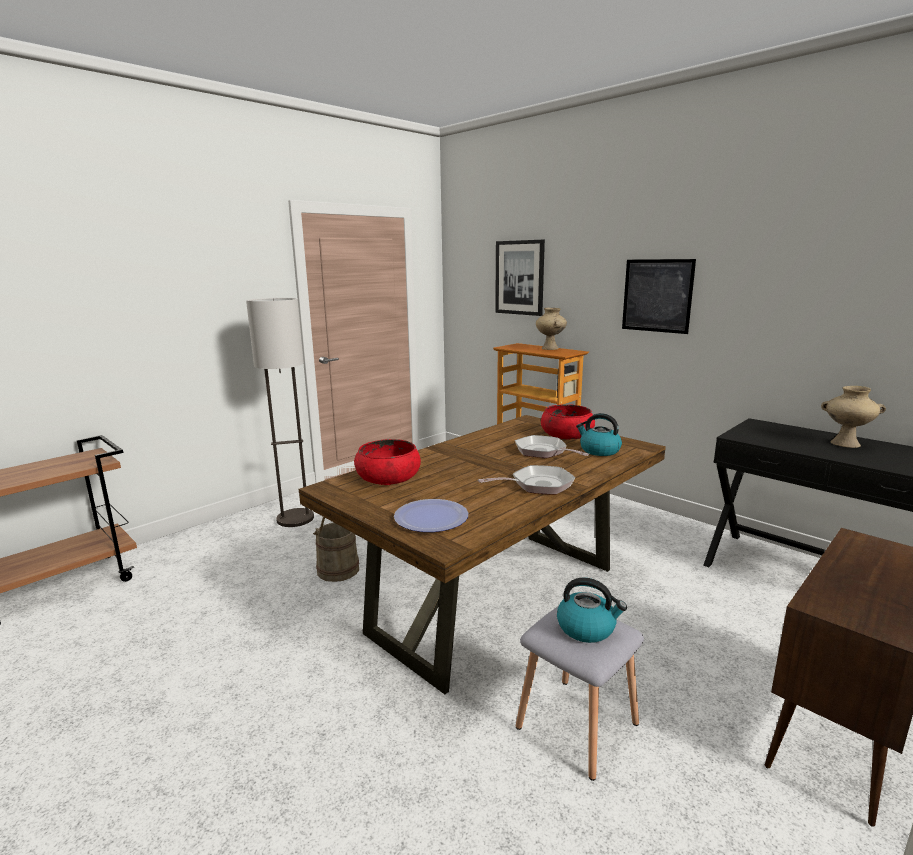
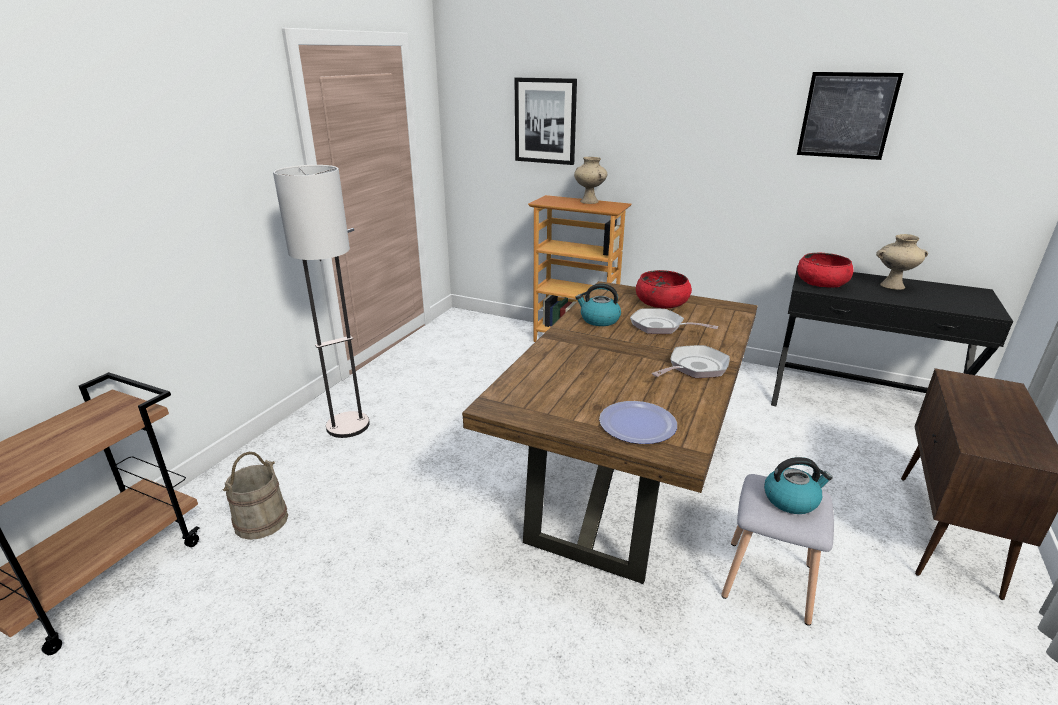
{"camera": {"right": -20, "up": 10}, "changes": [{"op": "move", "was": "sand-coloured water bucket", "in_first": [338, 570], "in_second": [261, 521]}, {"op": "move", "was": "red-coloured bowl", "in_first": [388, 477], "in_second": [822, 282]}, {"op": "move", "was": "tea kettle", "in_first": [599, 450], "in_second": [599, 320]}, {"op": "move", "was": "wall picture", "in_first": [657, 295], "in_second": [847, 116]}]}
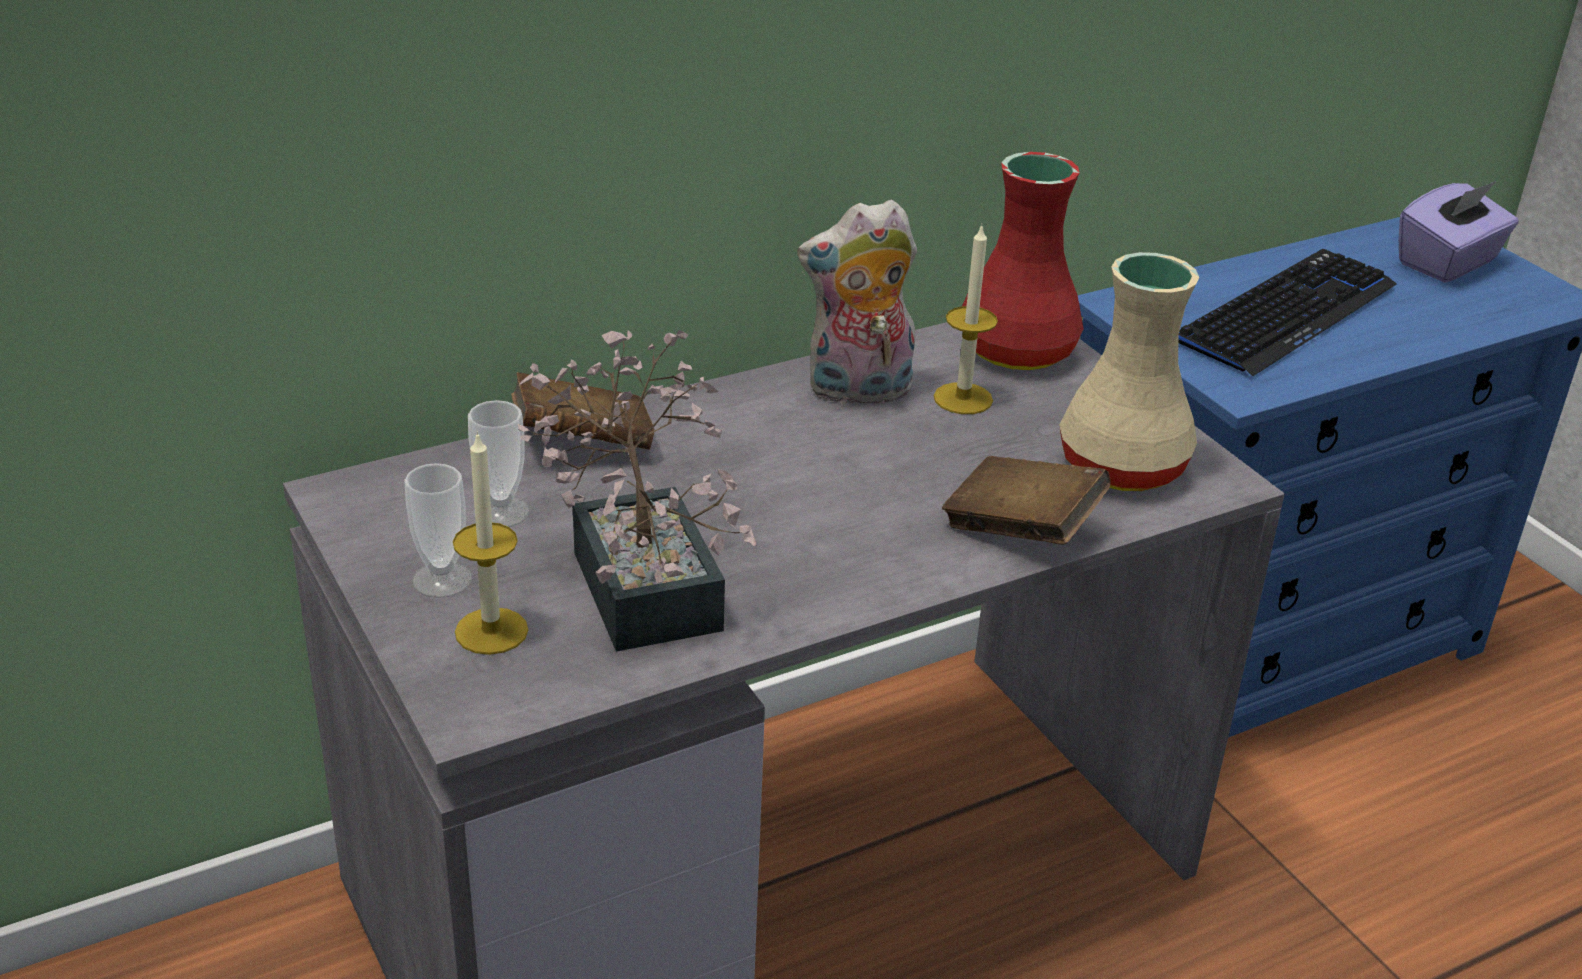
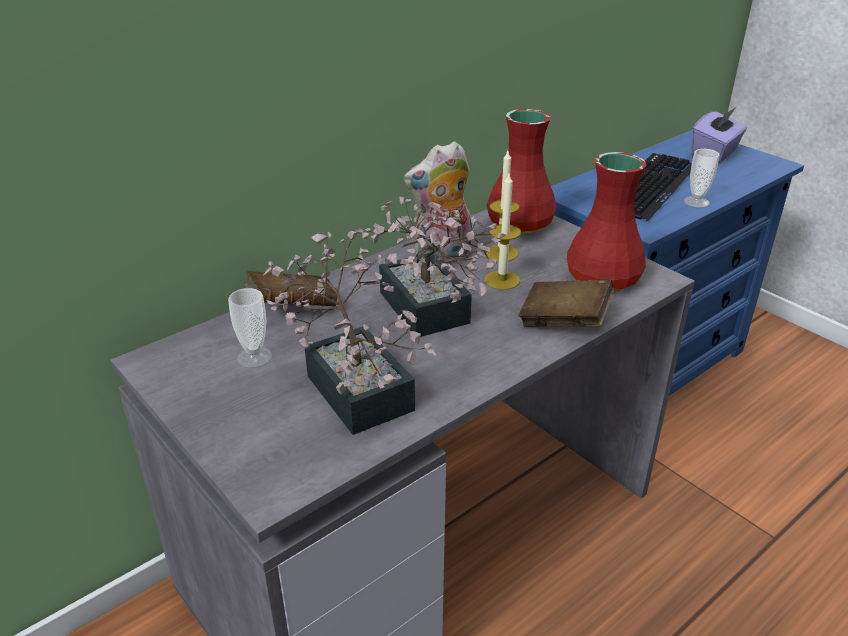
{"camera": {"right": -10, "up": 0}, "changes": [{"op": "move", "was": "small cup", "in_first": [442, 579], "in_second": [696, 202]}, {"op": "move", "was": "wax candle", "in_first": [491, 631], "in_second": [502, 280]}, {"op": "recolor", "was": "sand-coloured decorative vase", "now": "red-coloured decorative vase", "in_first": [1122, 465], "in_second": [602, 277]}, {"op": "insert", "now": "houseplant", "in_second": [428, 314]}]}
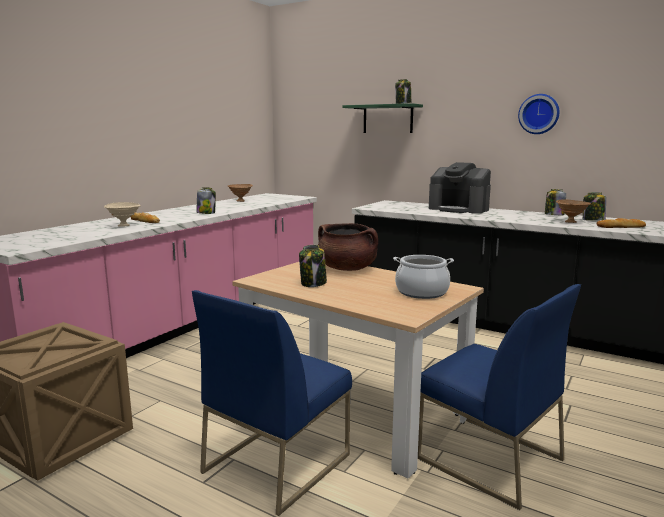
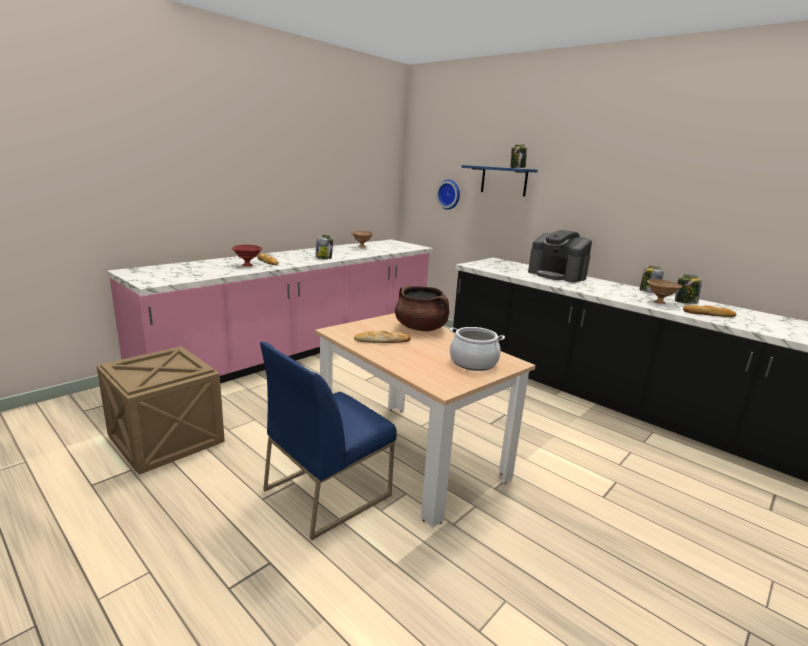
{"camera": {"right": 10, "up": 5}, "changes": [{"op": "recolor", "was": "sand-coloured bowl", "now": "red-coloured bowl", "in_first": [124, 225], "in_second": [248, 265]}, {"op": "replace", "was": "jar", "now": "bread", "in_first": [313, 283], "in_second": [382, 341]}, {"op": "recolor", "was": "green bracket shelf", "now": "blue-coloured bracket shelf", "in_first": [387, 119], "in_second": [504, 181]}, {"op": "delete", "was": "blue-coloured upright chair", "in_first": [488, 459]}, {"op": "move", "was": "clock on the wall", "in_first": [539, 114], "in_second": [449, 194]}]}
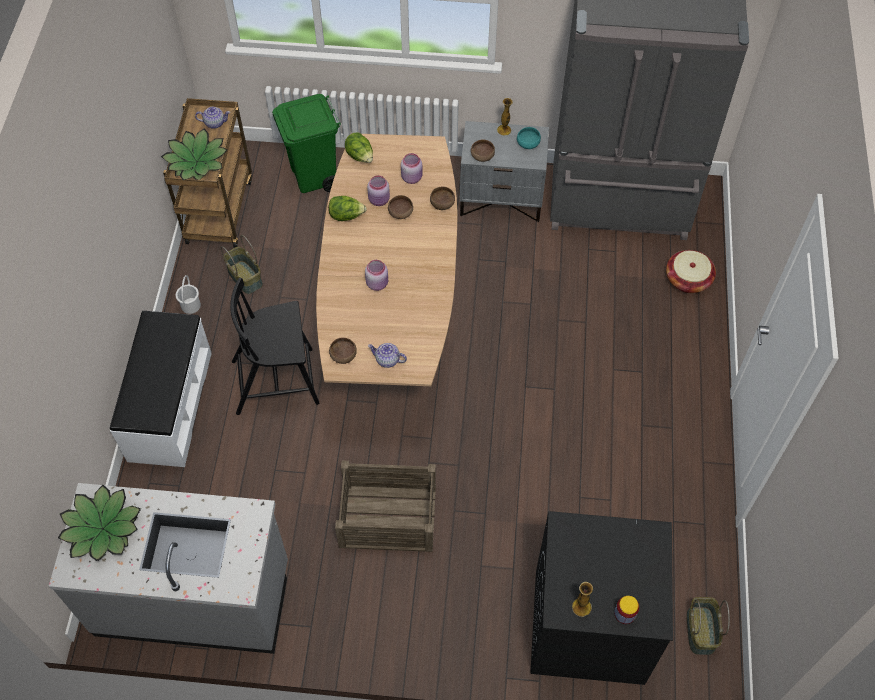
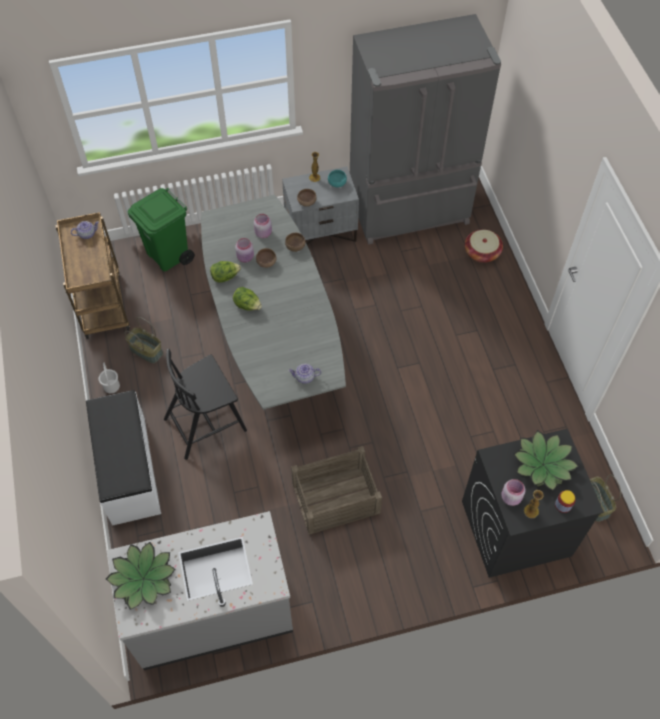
{"camera": {"right": -20, "up": 0}, "changes": [{"op": "move", "was": "houseplant", "in_first": [197, 162], "in_second": [543, 464]}, {"op": "recolor", "was": "brown-coloured dinner table", "now": "grey dinner table", "in_first": [392, 312], "in_second": [274, 342]}, {"op": "delete", "was": "brown-coloured bowl", "in_first": [343, 356]}, {"op": "move", "was": "lettuce head", "in_first": [360, 156], "in_second": [247, 305]}, {"op": "move", "was": "pink-coloured jar", "in_first": [377, 283], "in_second": [511, 497]}]}
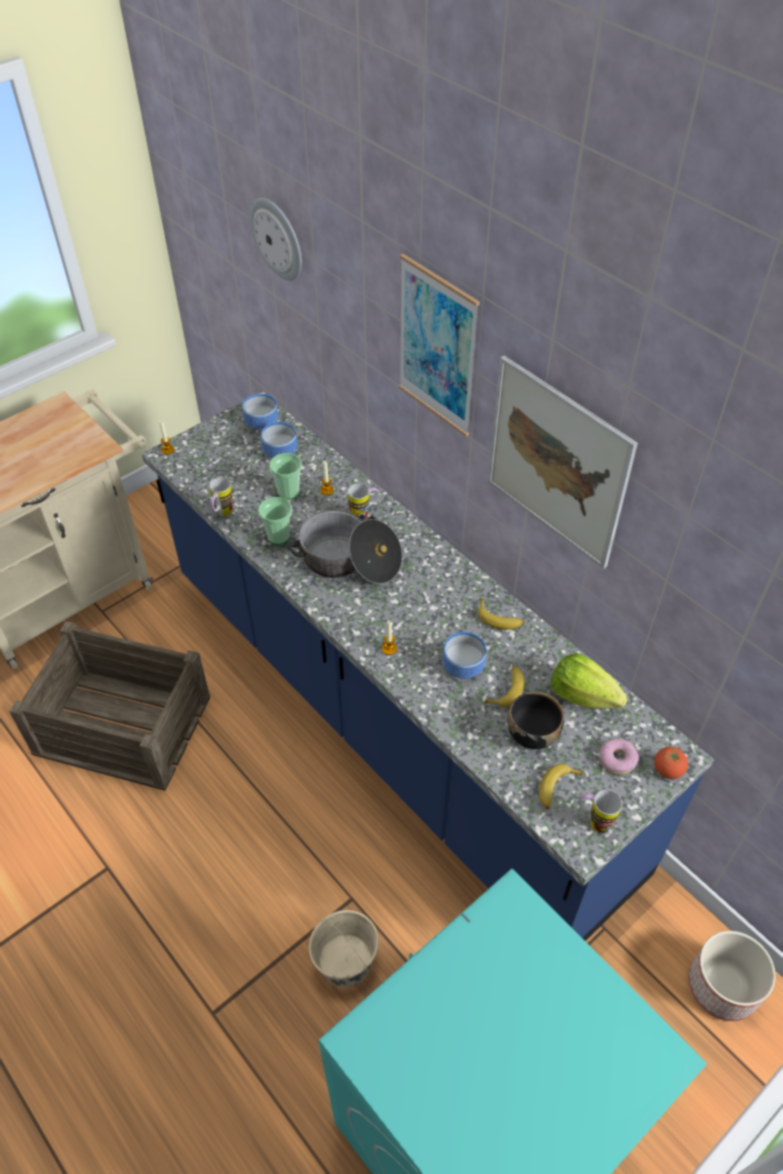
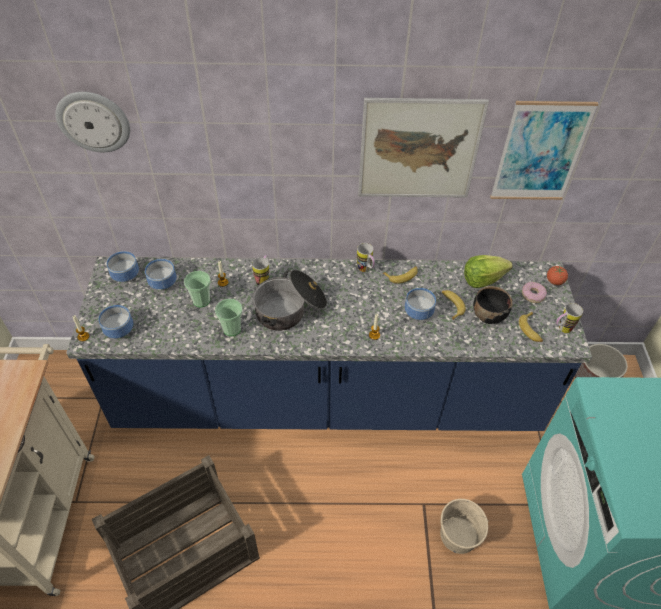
{"camera": {"right": -50, "up": 0}, "changes": [{"op": "move", "was": "tea mug", "in_first": [222, 514], "in_second": [365, 270]}, {"op": "move", "was": "wall picture", "in_first": [437, 347], "in_second": [540, 152]}, {"op": "insert", "now": "bowl", "in_second": [119, 329]}]}
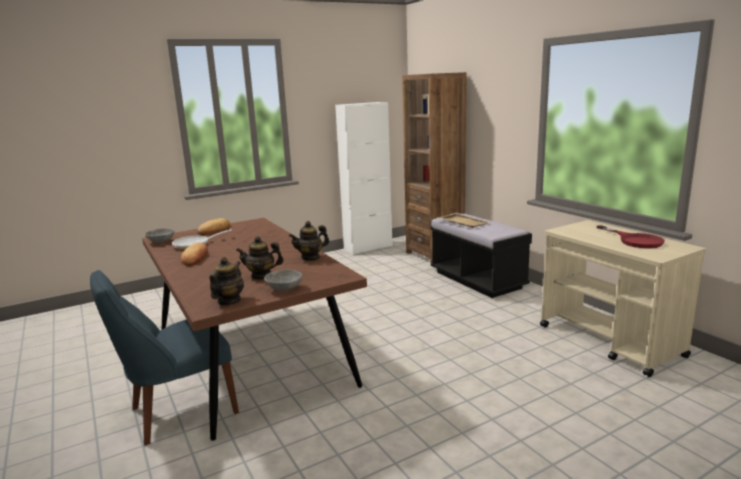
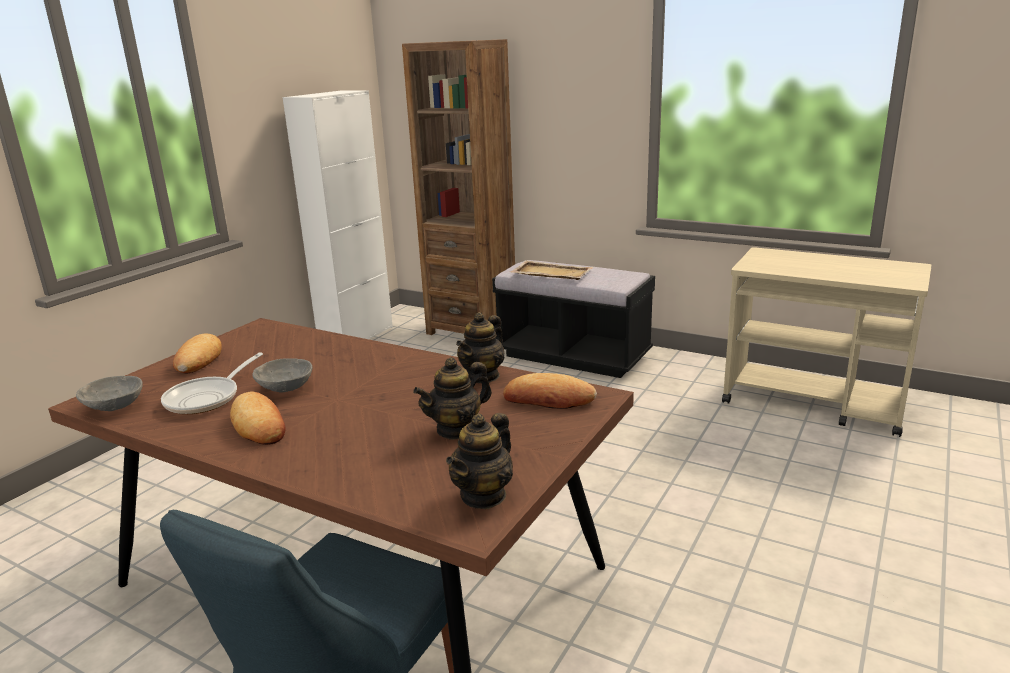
{"camera": {"right": -30, "up": 5}, "changes": [{"op": "rotate", "was": "tea pot", "in_first": [228, 301], "in_second": [483, 495], "clockwise": -135}, {"op": "move", "was": "grey bowl", "in_first": [284, 288], "in_second": [284, 388]}, {"op": "delete", "was": "red-coloured frying pan", "in_first": [635, 240]}, {"op": "insert", "now": "bread", "in_second": [548, 399]}]}
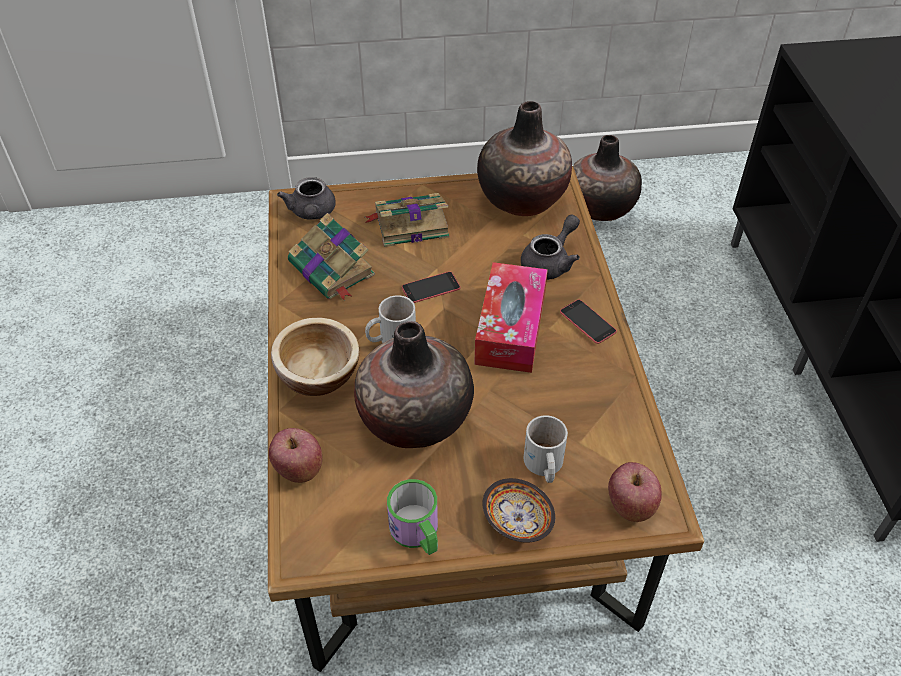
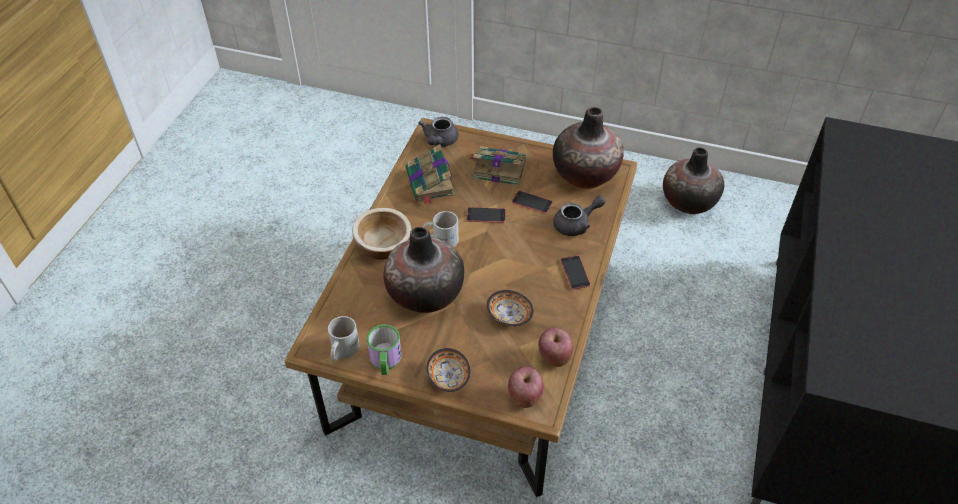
{"camera": {"right": 25, "up": 0}, "changes": [{"op": "move", "was": "apple", "in_first": [299, 469], "in_second": [554, 357]}, {"op": "delete", "was": "box of tissues", "in_first": [510, 328]}, {"op": "move", "was": "whitish tea mug", "in_first": [543, 466], "in_second": [342, 350]}, {"op": "insert", "now": "bowl", "in_second": [509, 316]}, {"op": "insert", "now": "phone", "in_second": [532, 202]}]}
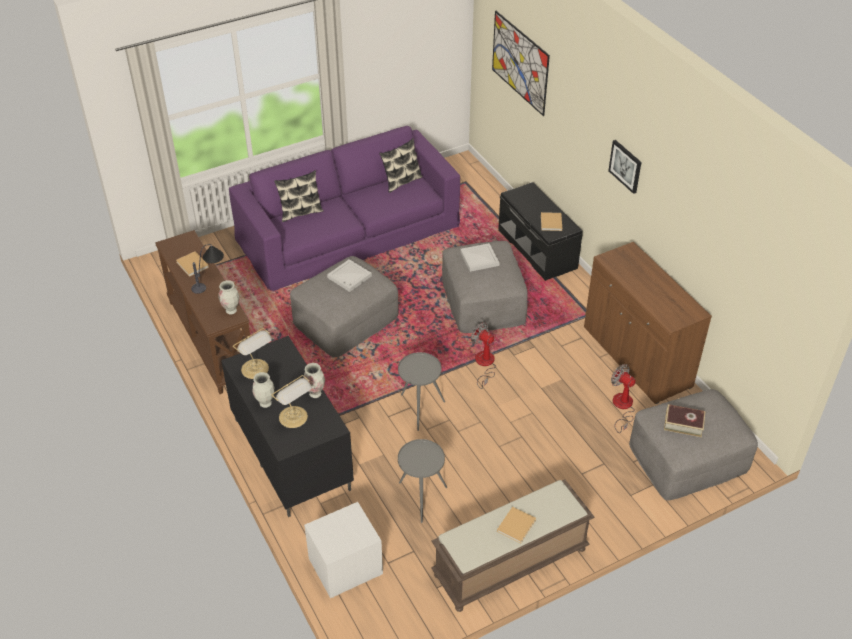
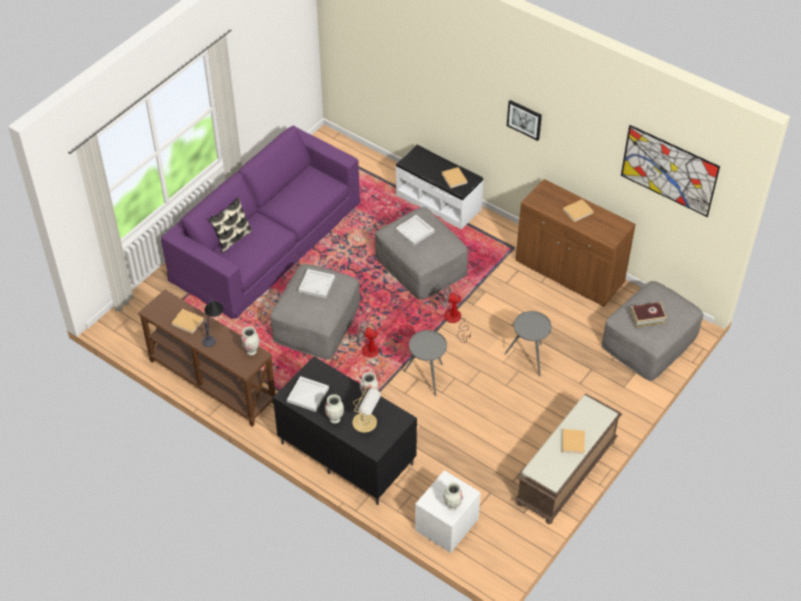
{"camera": {"right": -25, "up": 5}, "changes": [{"op": "replace", "was": "table lamp", "now": "whitish tray", "in_first": [256, 369], "in_second": [307, 394]}, {"op": "delete", "was": "throw pillow", "in_first": [401, 181]}, {"op": "move", "was": "grey side table", "in_first": [421, 499], "in_second": [528, 360]}, {"op": "move", "was": "wall picture", "in_first": [520, 62], "in_second": [669, 170]}, {"op": "recolor", "was": "blackish bench", "now": "whitish bench", "in_first": [537, 249], "in_second": [438, 202]}, {"op": "move", "was": "cooling fan", "in_first": [622, 407], "in_second": [372, 356]}, {"op": "insert", "now": "decorative vase", "in_second": [452, 506]}, {"op": "insert", "now": "sand-coloured book", "in_second": [578, 211]}]}
